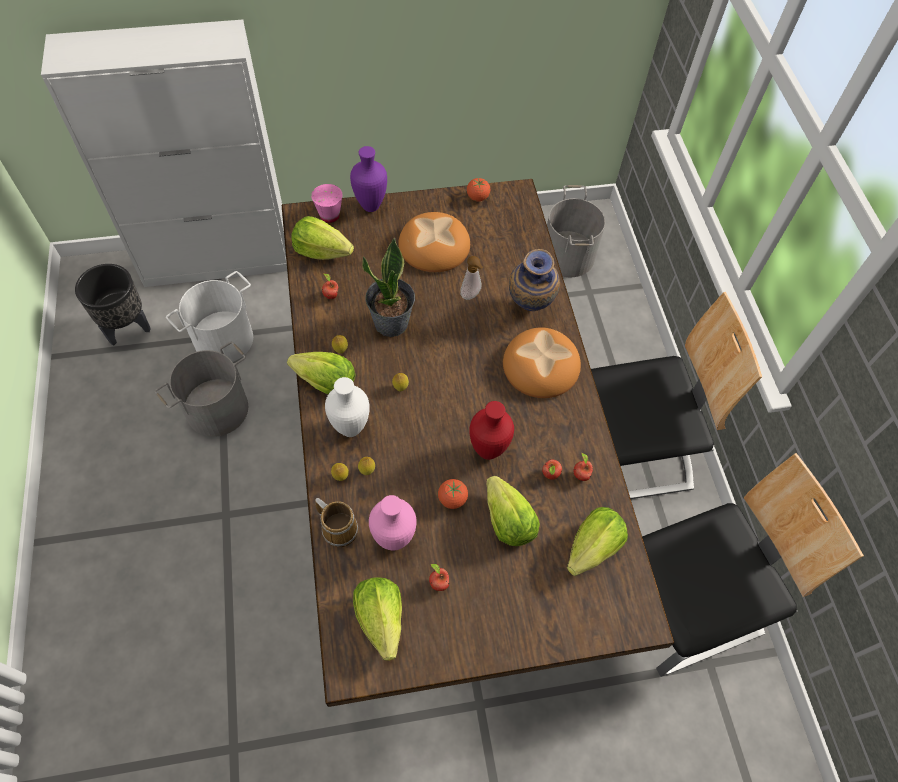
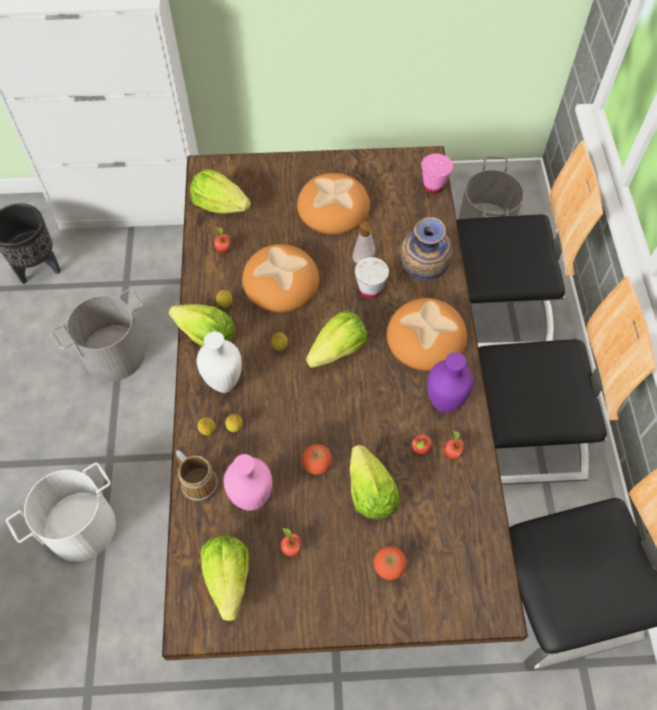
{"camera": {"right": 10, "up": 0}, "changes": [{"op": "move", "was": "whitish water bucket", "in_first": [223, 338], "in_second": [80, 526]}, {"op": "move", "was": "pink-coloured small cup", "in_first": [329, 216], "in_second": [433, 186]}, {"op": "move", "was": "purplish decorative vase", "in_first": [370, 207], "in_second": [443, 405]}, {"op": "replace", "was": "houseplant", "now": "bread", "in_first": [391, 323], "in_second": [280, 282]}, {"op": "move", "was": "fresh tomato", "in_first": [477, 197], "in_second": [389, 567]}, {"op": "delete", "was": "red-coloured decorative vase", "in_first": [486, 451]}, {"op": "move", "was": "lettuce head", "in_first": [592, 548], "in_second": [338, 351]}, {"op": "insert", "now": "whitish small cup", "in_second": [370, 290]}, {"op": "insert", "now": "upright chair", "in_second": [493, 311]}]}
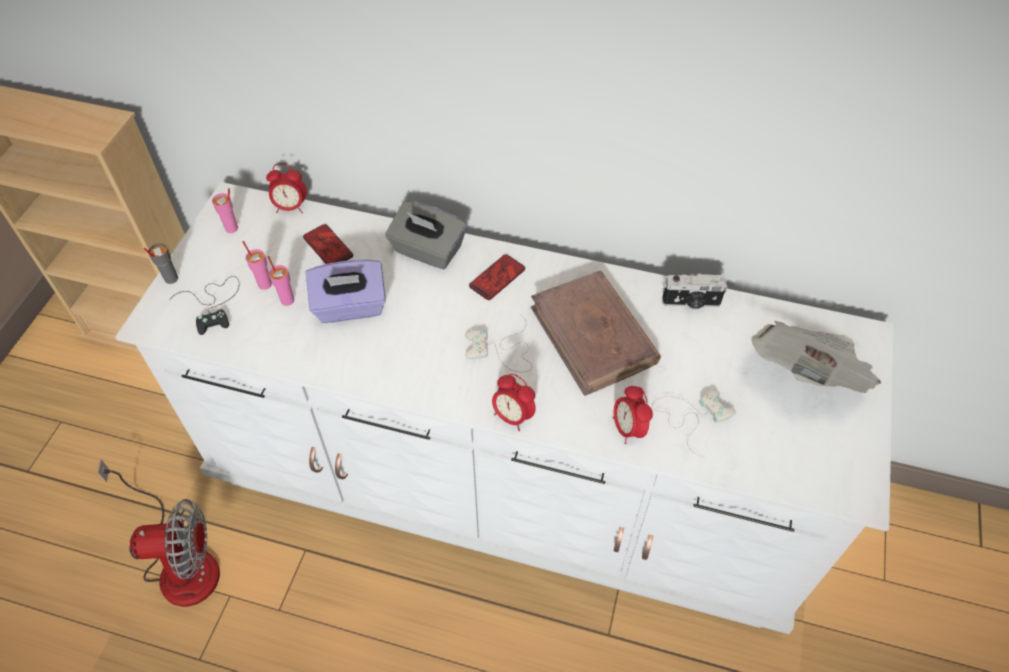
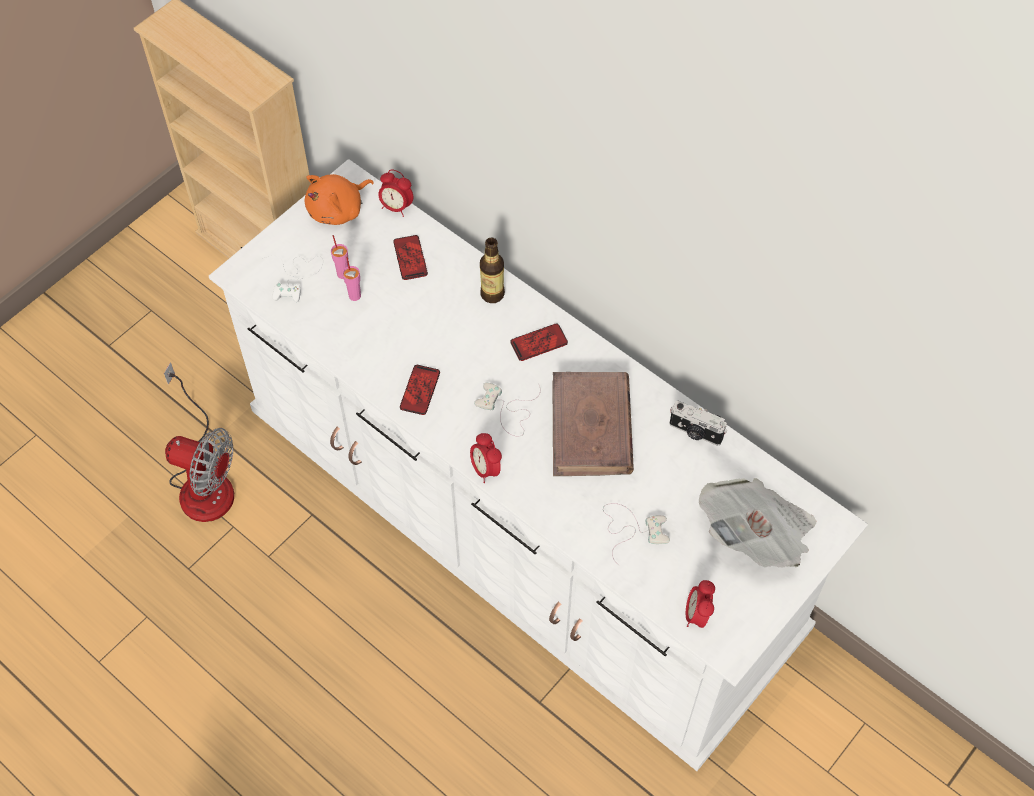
{"camera": {"right": 25, "up": 5}, "changes": [{"op": "delete", "was": "grey small cup", "in_first": [170, 279]}, {"op": "recolor", "was": "blackish gamepad", "now": "whitish gamepad", "in_first": [214, 304], "in_second": [295, 276]}, {"op": "replace", "was": "pink-coloured small cup", "now": "orange soft toy", "in_first": [232, 228], "in_second": [338, 210]}, {"op": "delete", "was": "purplish box of tissues", "in_first": [350, 307]}, {"op": "replace", "was": "grey box of tissues", "now": "bottle", "in_first": [427, 251], "in_second": [492, 294]}, {"op": "move", "was": "table clock", "in_first": [628, 429], "in_second": [697, 615]}, {"op": "insert", "now": "phone", "in_second": [420, 390]}]}
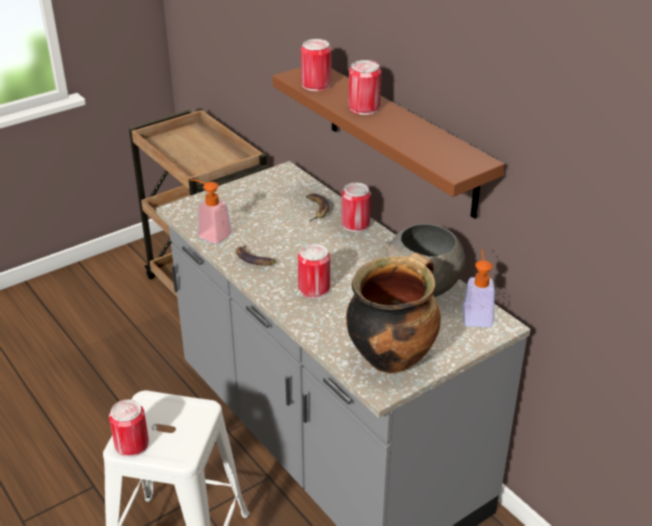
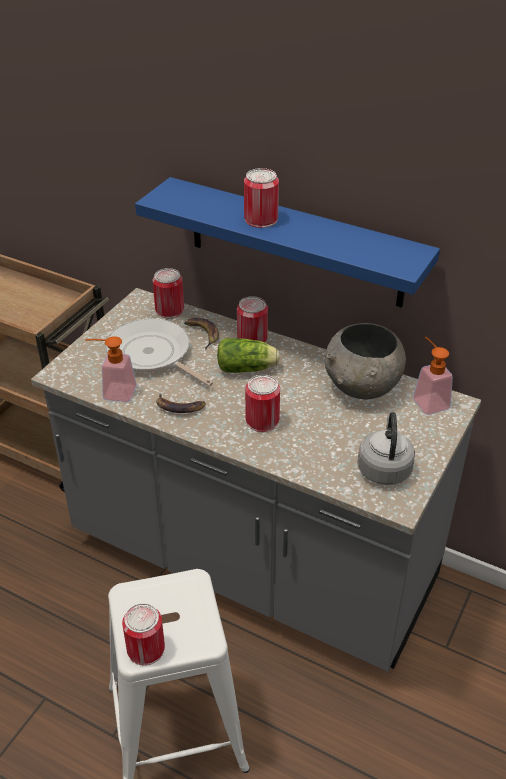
{"camera": {"right": -25, "up": 5}, "changes": [{"op": "recolor", "was": "brown-coloured bracket shelf", "now": "blue-coloured bracket shelf", "in_first": [401, 139], "in_second": [295, 243]}, {"op": "move", "was": "sealed can", "in_first": [316, 85], "in_second": [169, 310]}, {"op": "replace", "was": "cooking pot", "now": "grey tea kettle", "in_first": [391, 356], "in_second": [384, 468]}, {"op": "insert", "now": "frying pan", "in_second": [152, 355]}, {"op": "insert", "now": "lettuce head", "in_second": [248, 368]}]}
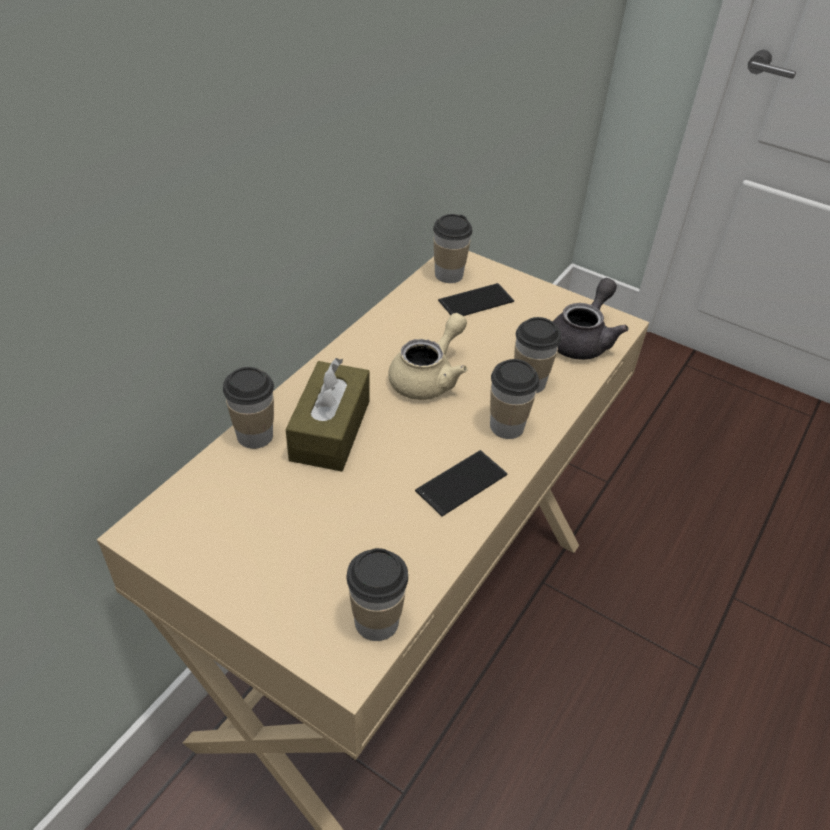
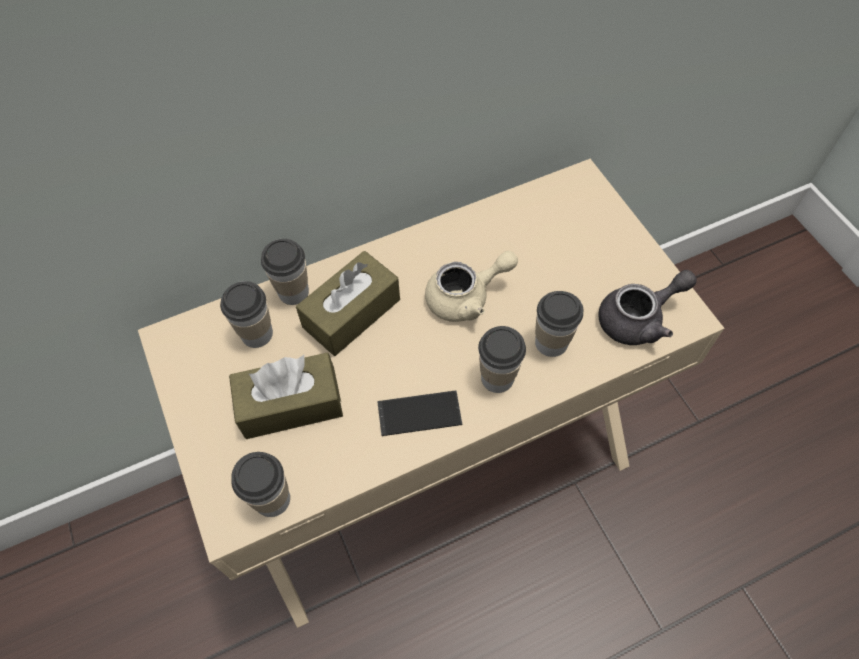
{"camera": {"right": 35, "up": 15}, "changes": [{"op": "move", "was": "small cup", "in_first": [448, 274], "in_second": [257, 333]}, {"op": "delete", "was": "phone", "in_first": [476, 301]}, {"op": "insert", "now": "brown-coloured box of tissues", "in_second": [290, 405]}]}
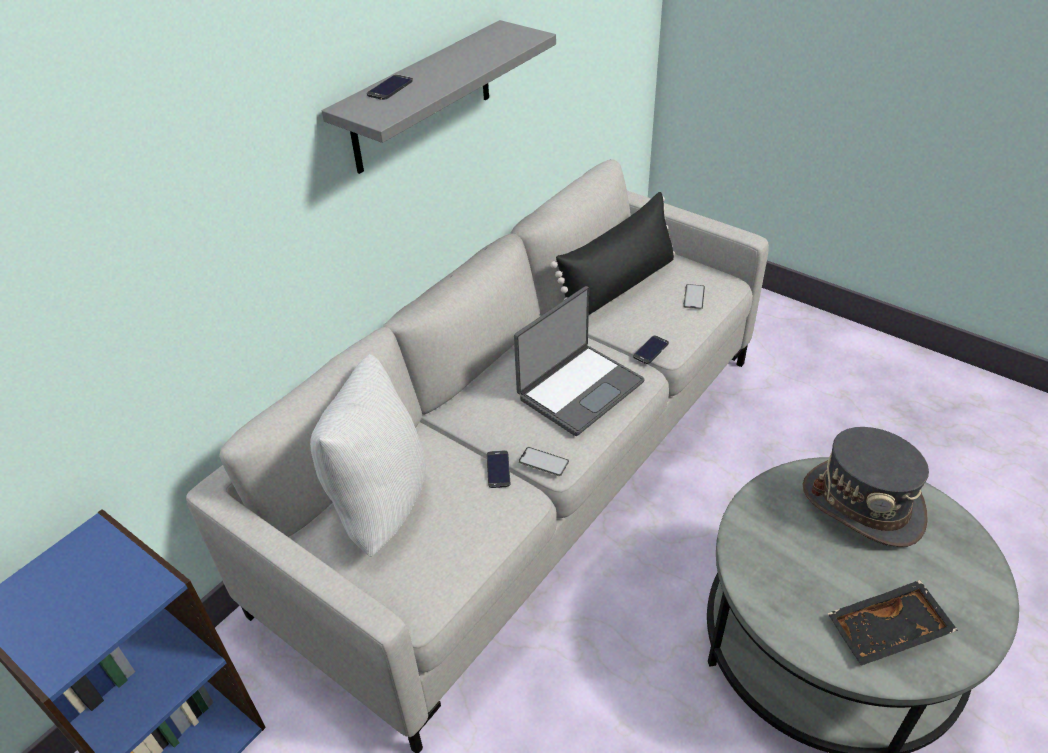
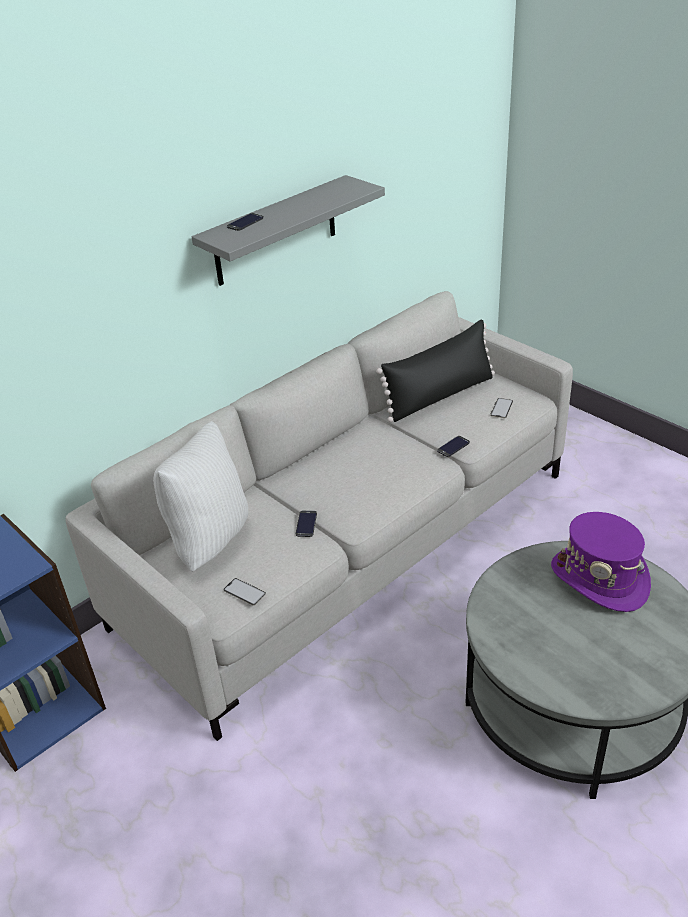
{"camera": {"right": 10, "up": -5}, "changes": [{"op": "delete", "was": "portable computer", "in_first": [579, 389]}, {"op": "move", "was": "phone", "in_first": [543, 461], "in_second": [244, 592]}, {"op": "recolor", "was": "grey wearable hat", "now": "purplish wearable hat", "in_first": [862, 505], "in_second": [599, 579]}, {"op": "delete", "was": "blackish tray", "in_first": [888, 632]}]}
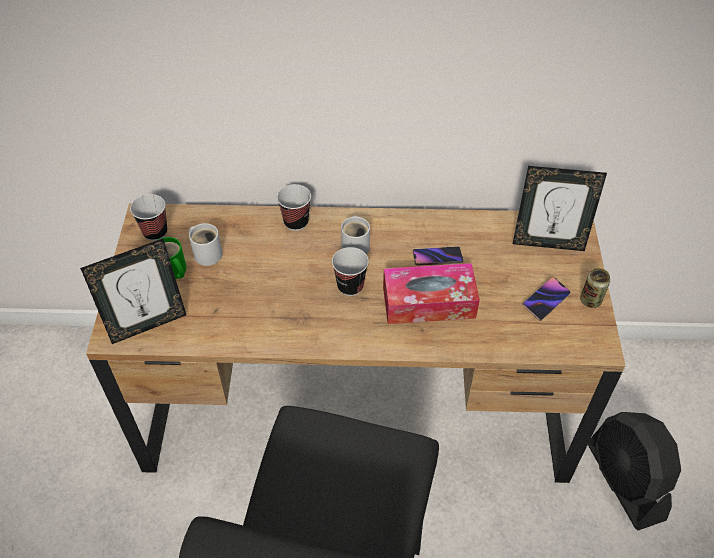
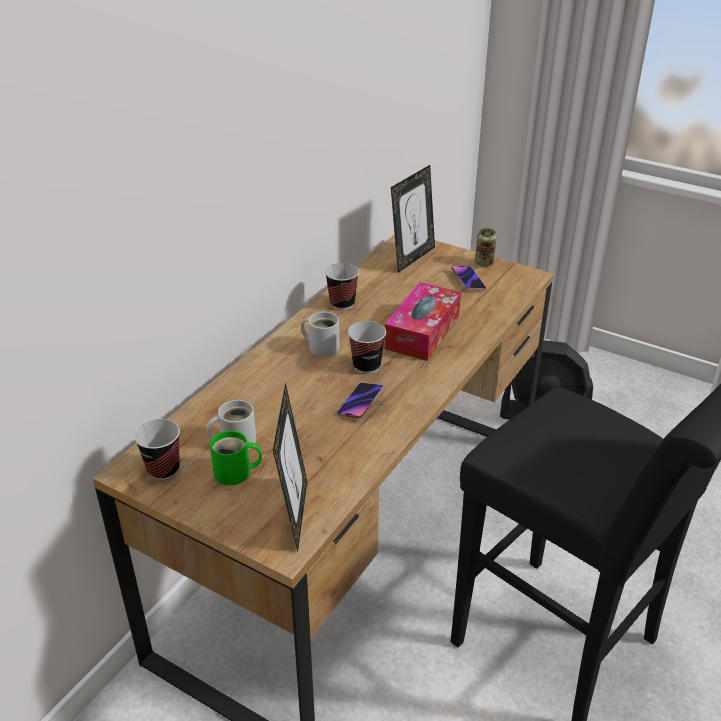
{"camera": {"right": -60, "up": -15}, "changes": [{"op": "move", "was": "small cup", "in_first": [296, 222], "in_second": [342, 303]}, {"op": "move", "was": "phone", "in_first": [437, 258], "in_second": [360, 403]}]}
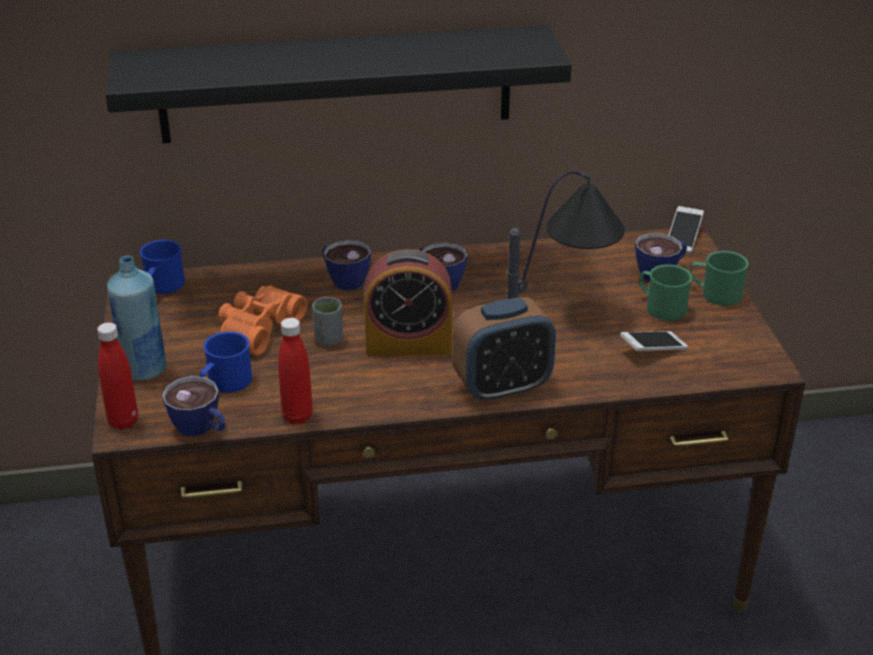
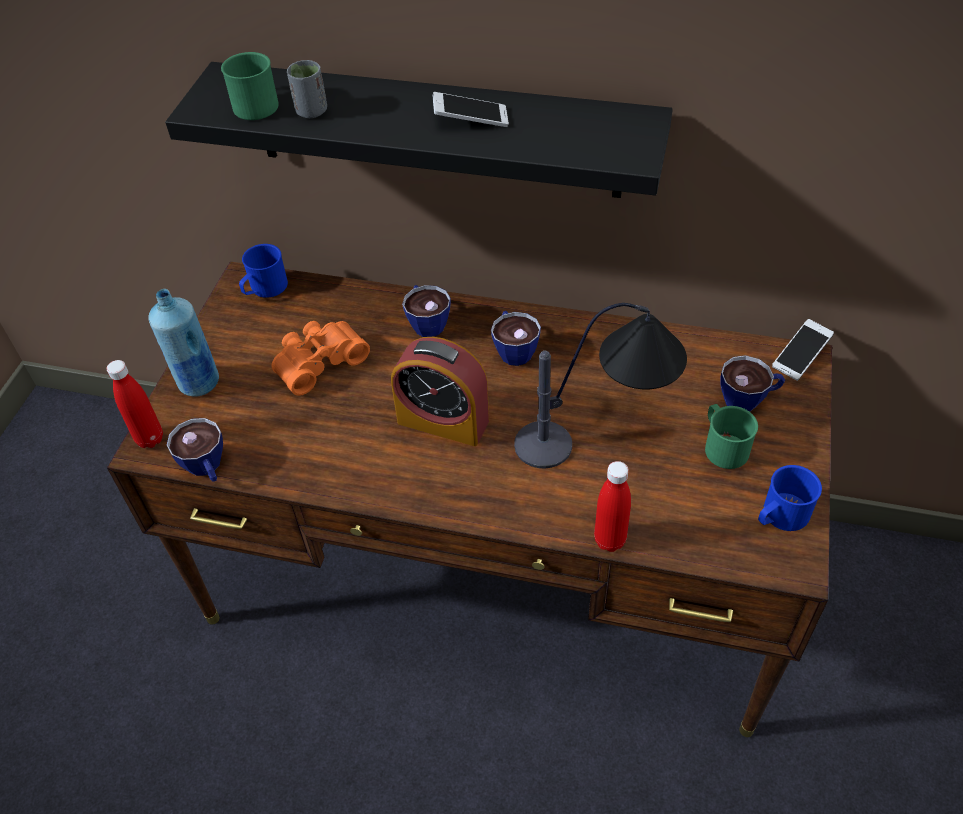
{"camera": {"right": 25, "up": 15}, "changes": [{"op": "move", "was": "blue-coloured tea mug", "in_first": [225, 384], "in_second": [780, 516]}, {"op": "move", "was": "red-coloured bottle", "in_first": [297, 416], "in_second": [609, 540]}, {"op": "move", "was": "grey small cup", "in_first": [329, 339], "in_second": [311, 111]}, {"op": "delete", "was": "table clock", "in_first": [502, 387]}, {"op": "move", "was": "phone", "in_first": [653, 349], "in_second": [471, 120]}, {"op": "move", "was": "green tea mug", "in_first": [715, 294], "in_second": [251, 104]}]}
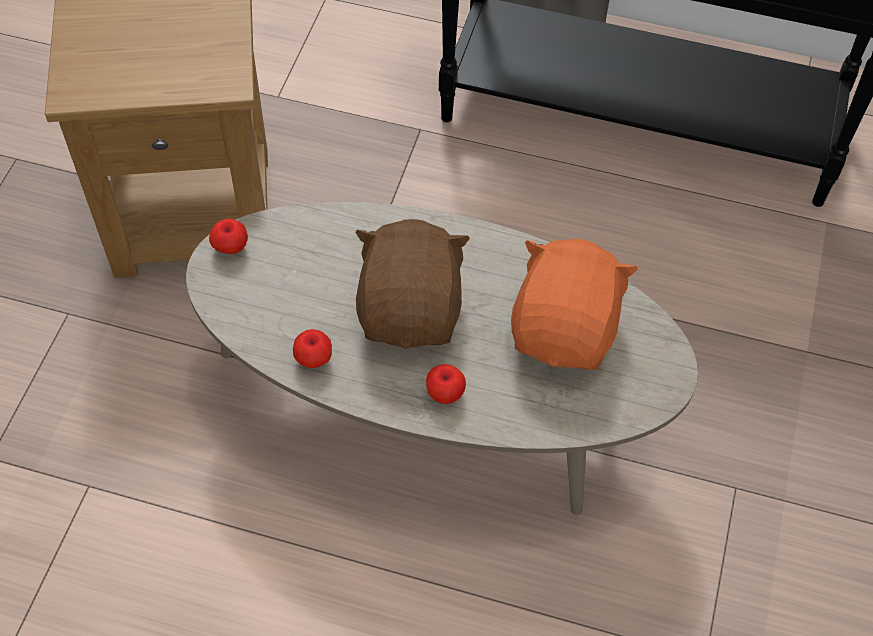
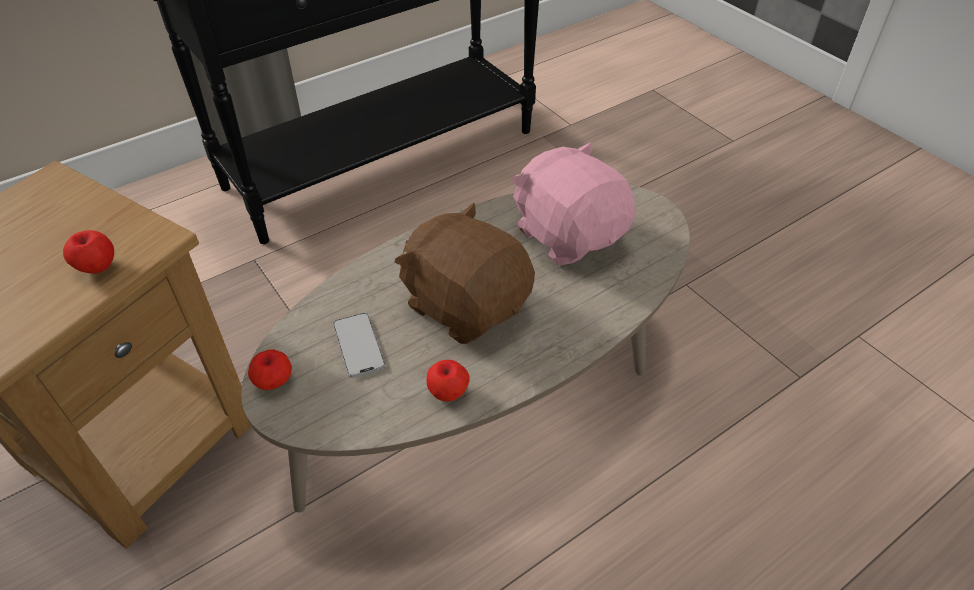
{"camera": {"right": -50, "up": -10}, "changes": [{"op": "move", "was": "apple", "in_first": [445, 393], "in_second": [97, 267]}, {"op": "recolor", "was": "orange soft toy", "now": "pink-coloured soft toy", "in_first": [565, 330], "in_second": [569, 234]}, {"op": "insert", "now": "phone", "in_second": [358, 346]}]}
